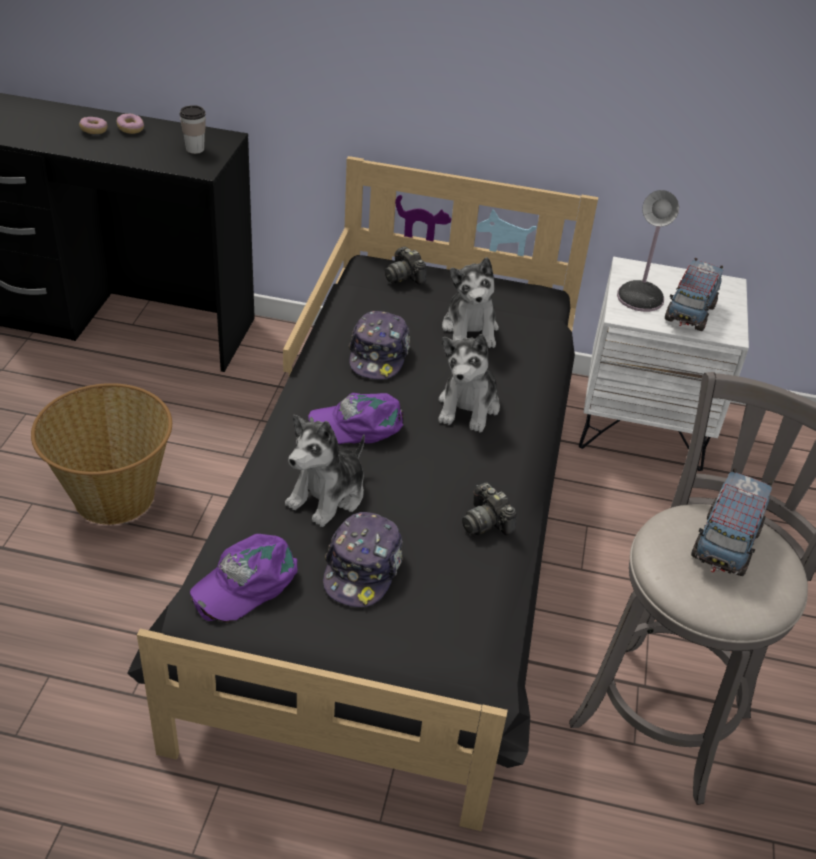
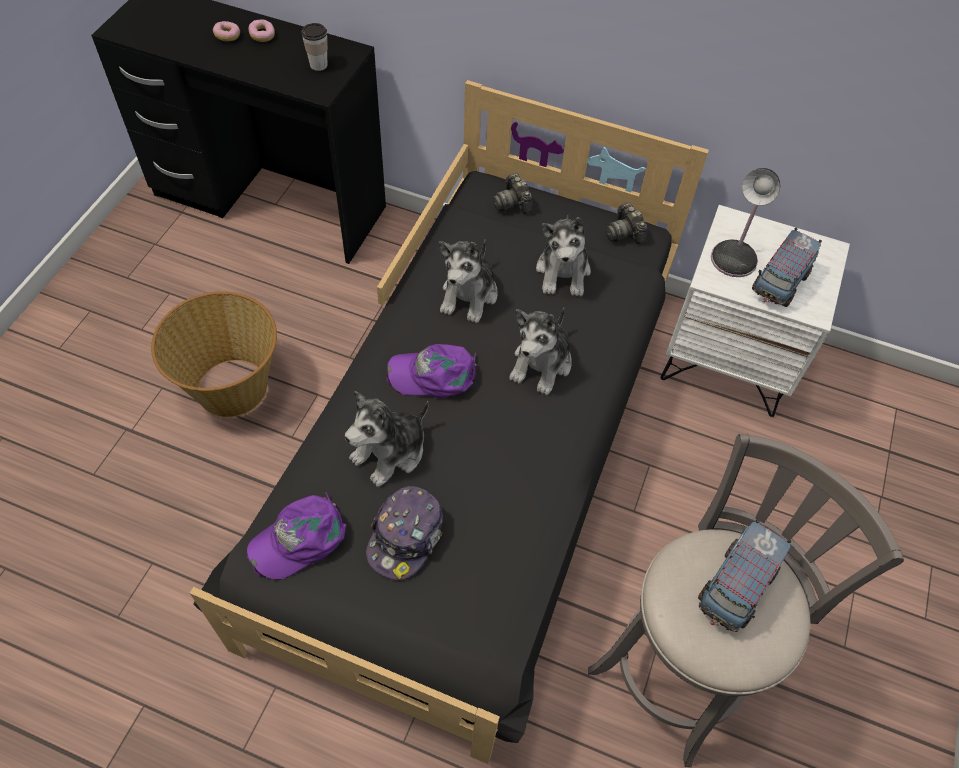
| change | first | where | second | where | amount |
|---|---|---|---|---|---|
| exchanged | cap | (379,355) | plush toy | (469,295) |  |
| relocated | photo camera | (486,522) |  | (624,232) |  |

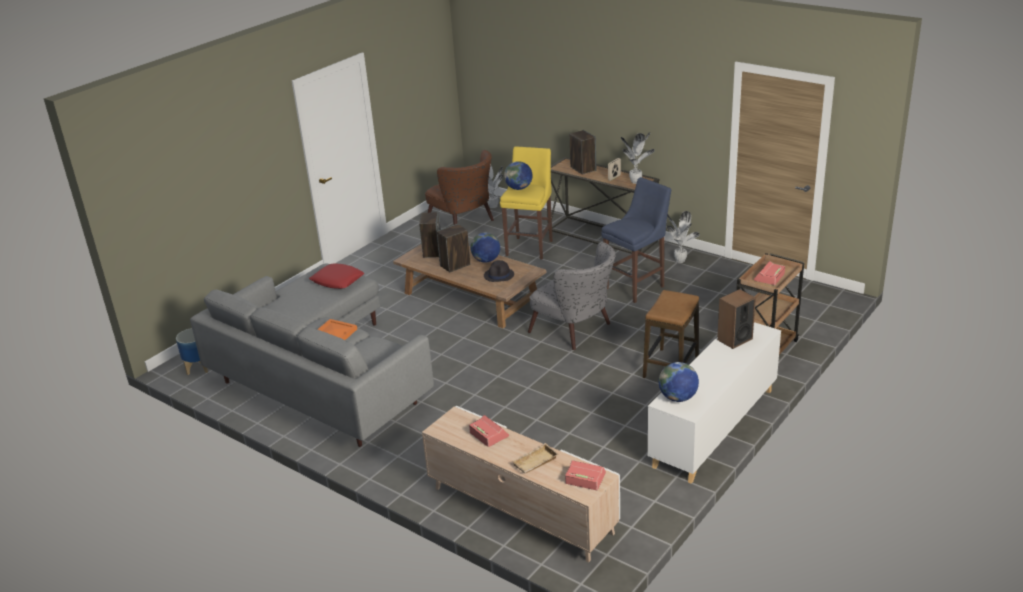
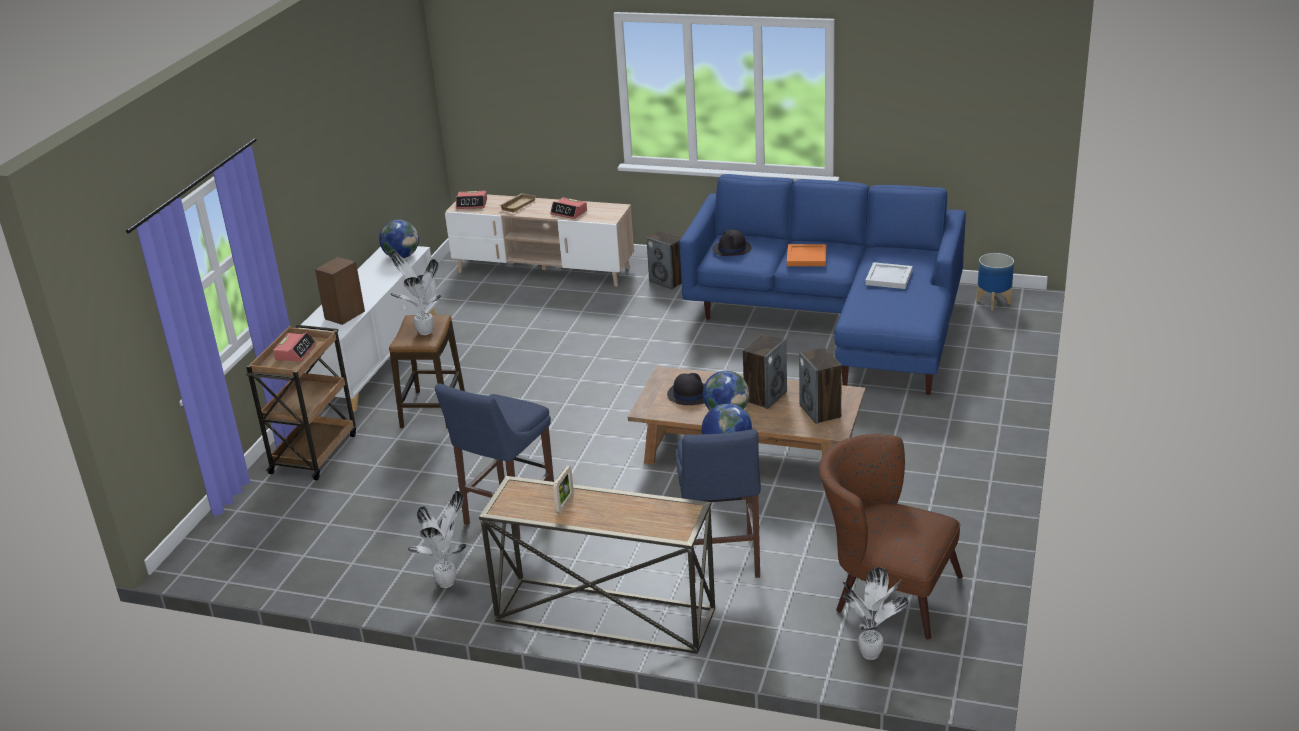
| change | first | where | second | where | amount |
|---|---|---|---|---|---|
| relocated | audio speaker | (583,169) |  | (668,281) |  |
| relocated | potted plant | (636,182) |  | (424,331) |  |
| colour | stool seat (yellow) | (530,247) | stool seat (blue) | (721,560) |  |
| missing | armchair (grey) | (576,331) |  |  |  |
| colour | couch (grey) | (322,378) | couch (blue) | (837,320) |  |
| missing | cushion (reddish) | (337,280) |  |  |  |
| appeared |  |  | clothing hat (blackish) | (732,249) |  |
| appeared |  |  | serving tray (white) | (889,278) |  |

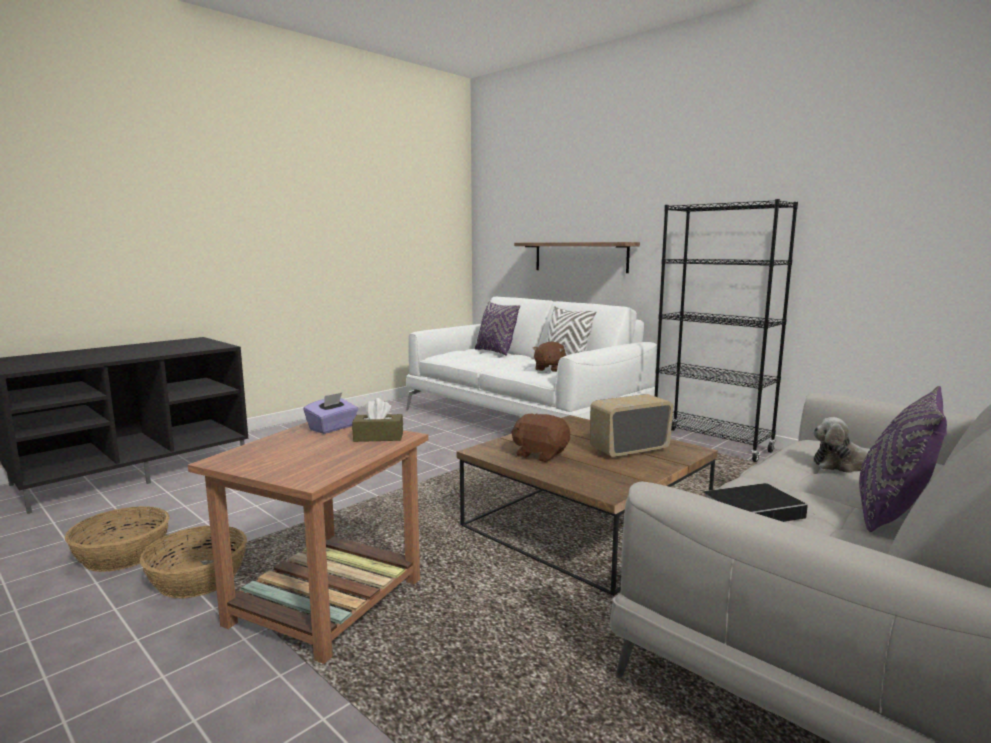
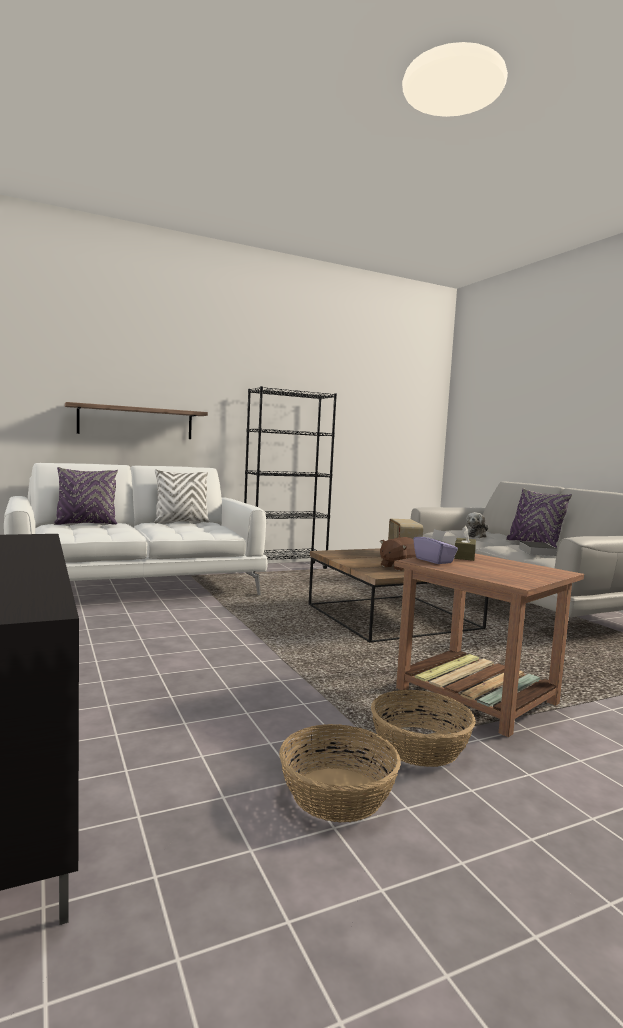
| change | first | where | second | where | amount |
|---|---|---|---|---|---|
| missing | plush toy (brown) | (549,369) |  |  |  |

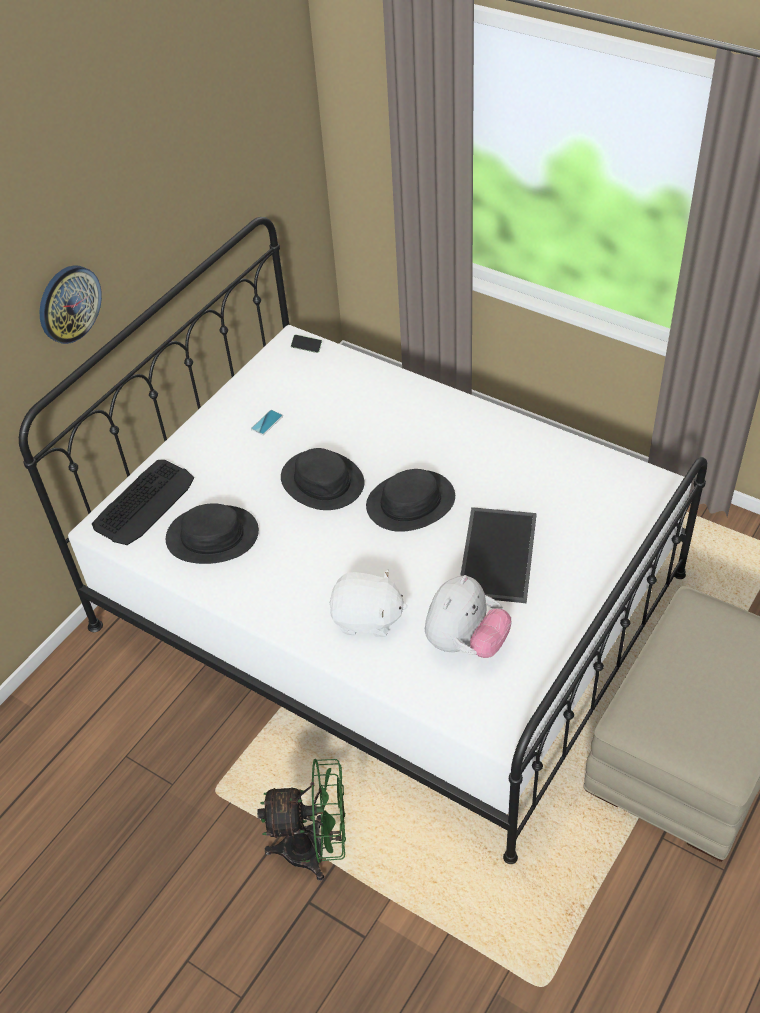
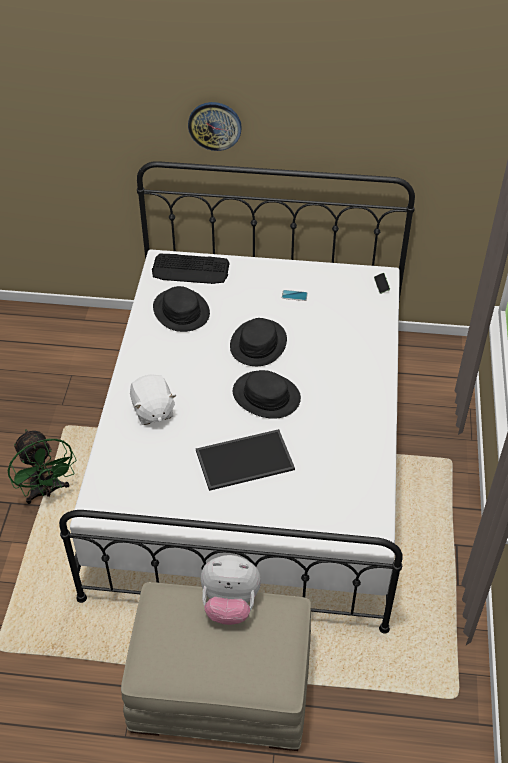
| change | first | where | second | where | amount |
|---|---|---|---|---|---|
| relocated | plush toy | (466,643) |  | (230,604) |  |

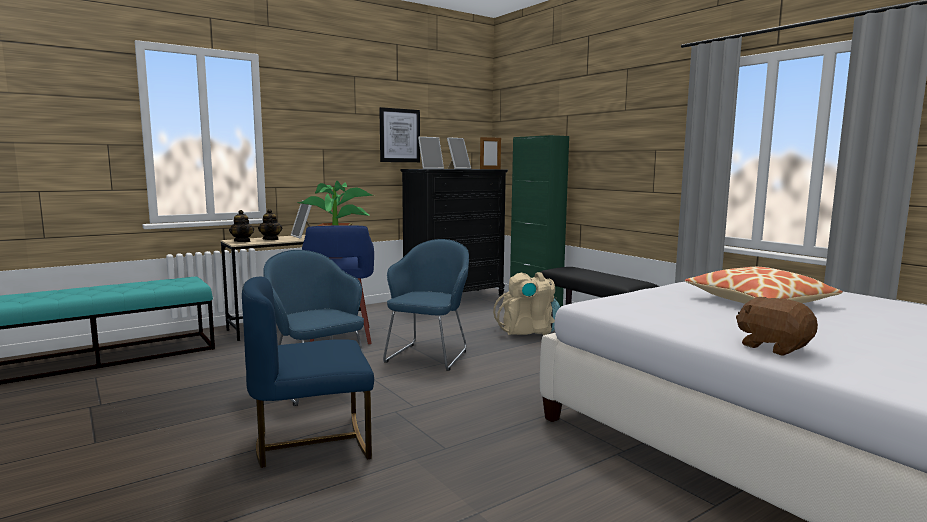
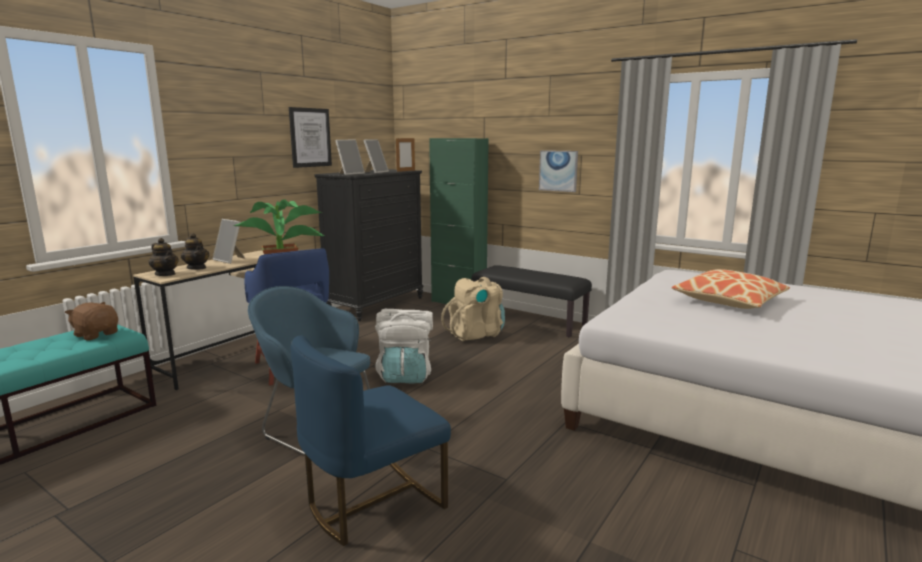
| change | first | where | second | where | amount |
|---|---|---|---|---|---|
| exchanged | armchair (blue) | (429,355) | knapsack (white) | (405,375) |  |
| relocated | plush toy (brown) | (773,347) |  | (96,334) |  |
| appeared |  |  | wall picture | (558,171) |  |

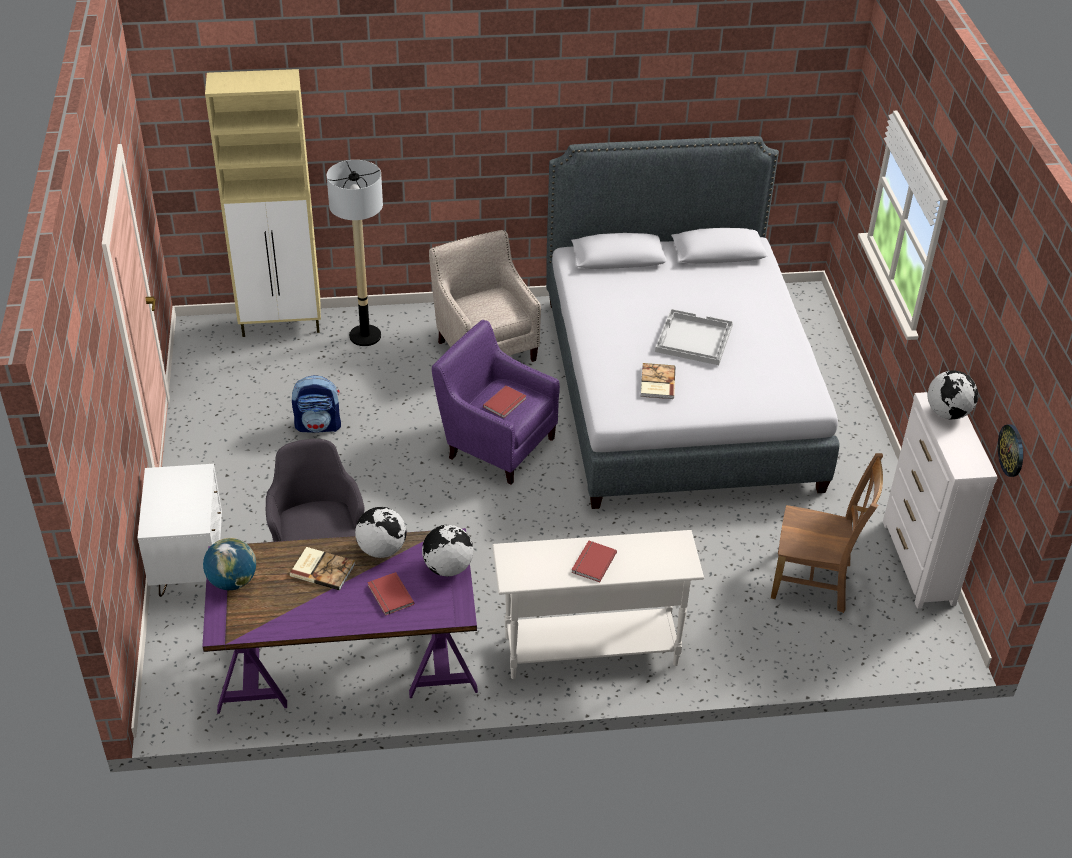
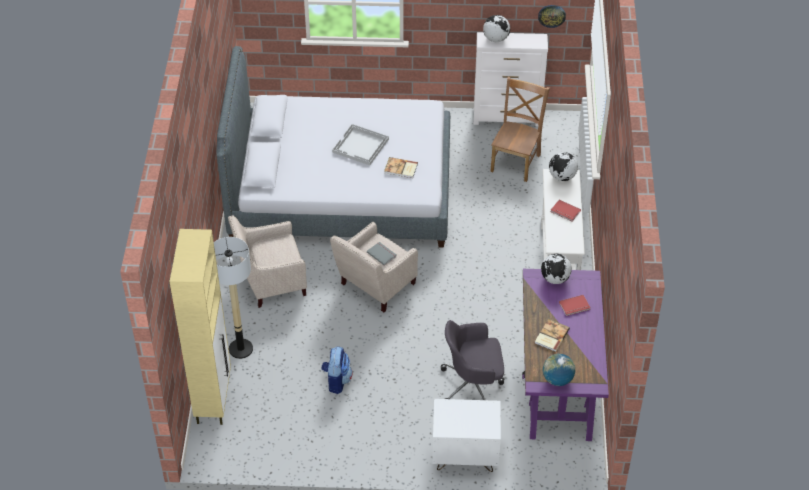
| change | first | where | second | where | amount |
|---|---|---|---|---|---|
| colour | armchair (purple-coloured) | (496,443) | armchair (beige-coloured) | (374,286) |  |
| colour | volume (reddish) | (506,403) | volume (grey) | (382,254) |  |
| relocated | world globe | (381,549) |  | (562,177) |  |

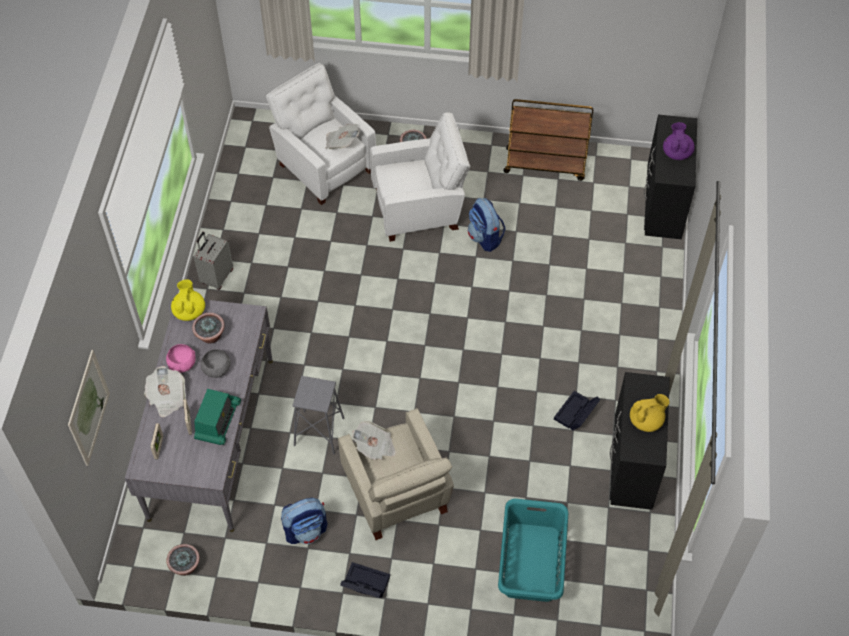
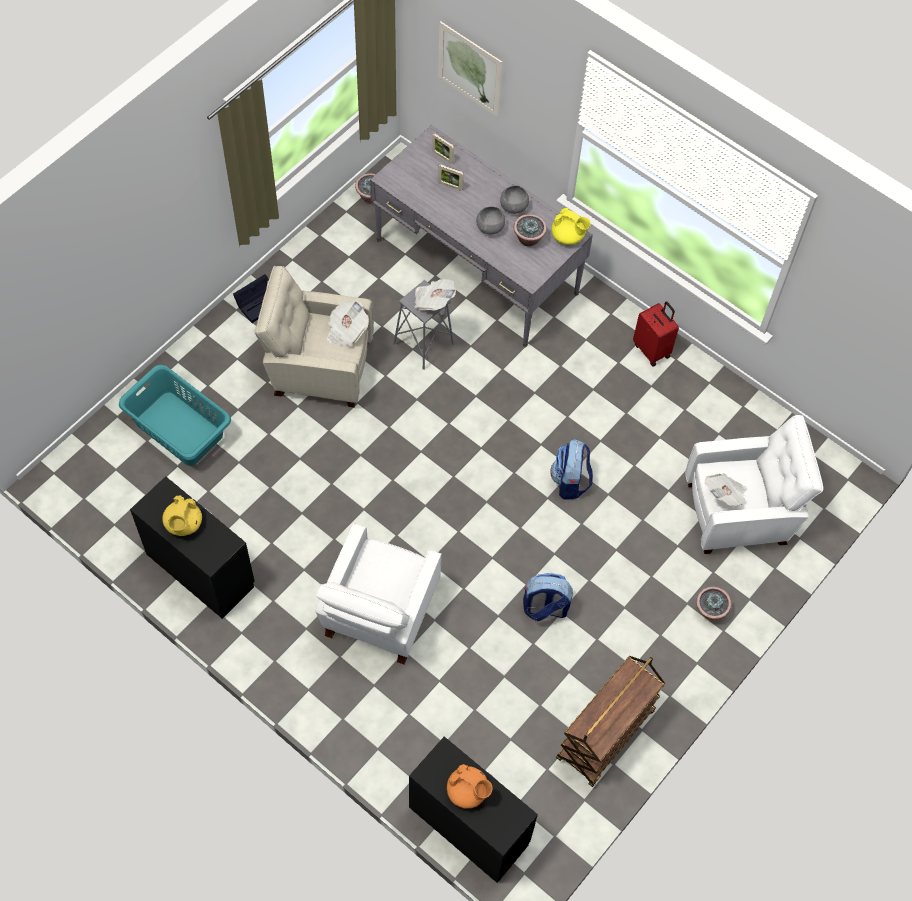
| change | first | where | second | where | amount |
|---|---|---|---|---|---|
| relocated | armchair (white) | (420,209) |  | (378,614) |  |
| colour | pot for tea (purple-coloured) | (677,152) | pot for tea (orange-coloured) | (468,791) |  |
| colour | piece of luggage (grey) | (216,277) | piece of luggage (reddish) | (652,350) |  |
| colour | bowl (pink-coloured) | (182,364) | bowl (grey) | (514,207) |  |
| relocated | daily paper | (167,398) |  | (433,300) |  |
| missing | radio set | (217,421) |  |  |  |
| missing | storage container (blackish) | (575,414) |  |  |  |
| relocated | knapsack | (306,530) |  | (570,481) |  |

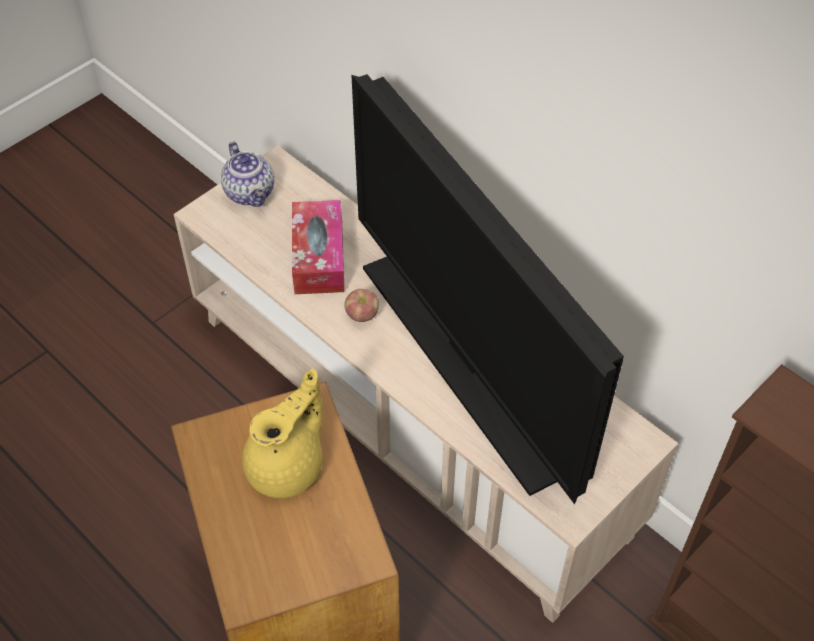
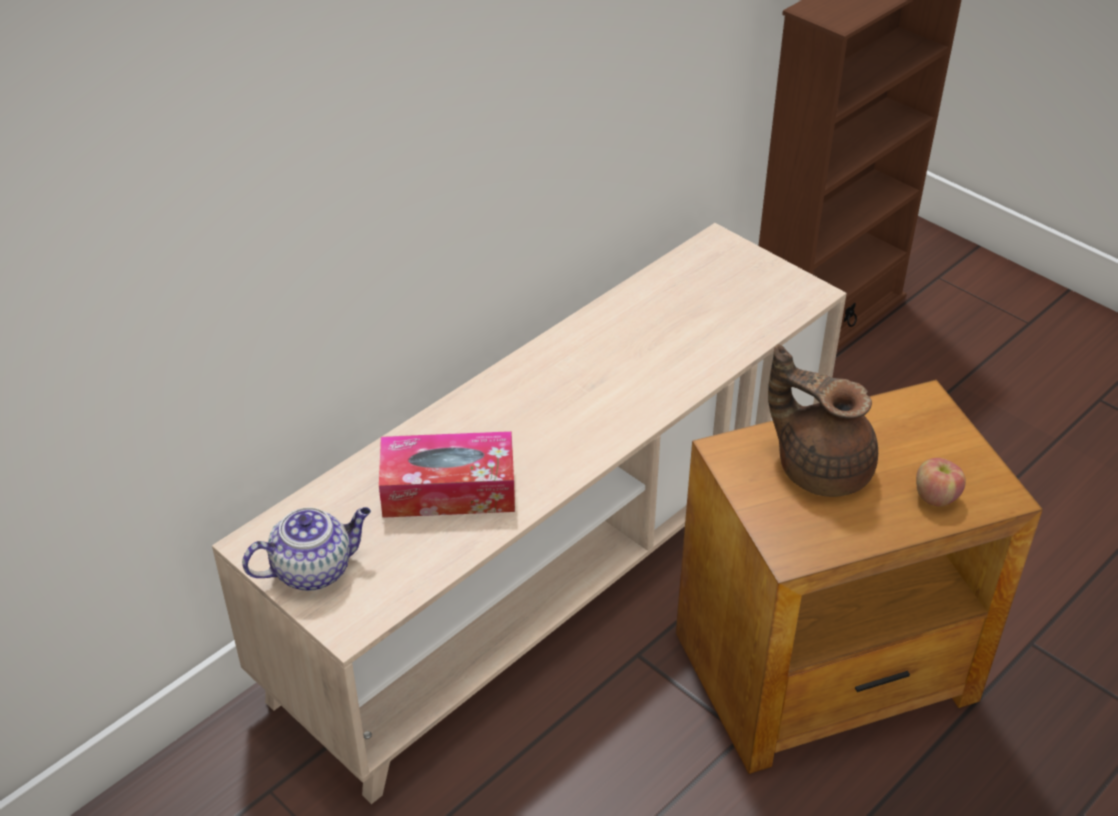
| change | first | where | second | where | amount |
|---|---|---|---|---|---|
| missing | TV set | (466,364) |  |  |  |
| relocated | apple fruit | (362,315) |  | (935,497) |  |
| colour | pot for tea (yellow) | (288,466) | pot for tea (brown) | (820,467) |  |

